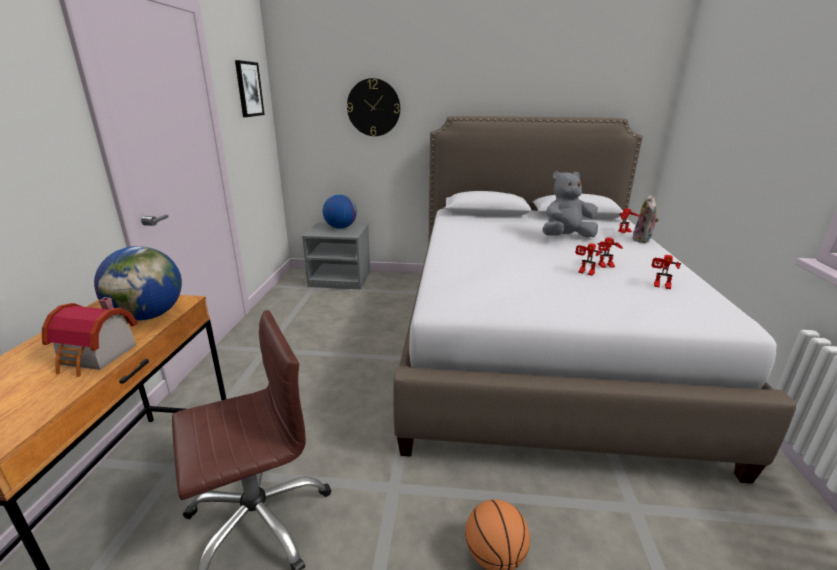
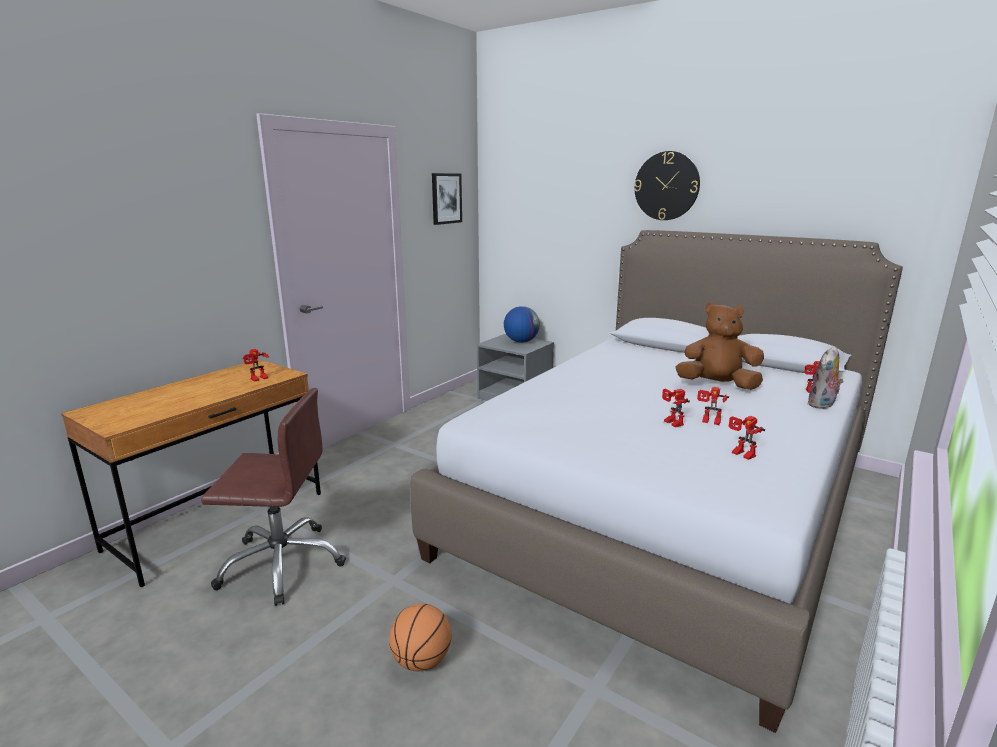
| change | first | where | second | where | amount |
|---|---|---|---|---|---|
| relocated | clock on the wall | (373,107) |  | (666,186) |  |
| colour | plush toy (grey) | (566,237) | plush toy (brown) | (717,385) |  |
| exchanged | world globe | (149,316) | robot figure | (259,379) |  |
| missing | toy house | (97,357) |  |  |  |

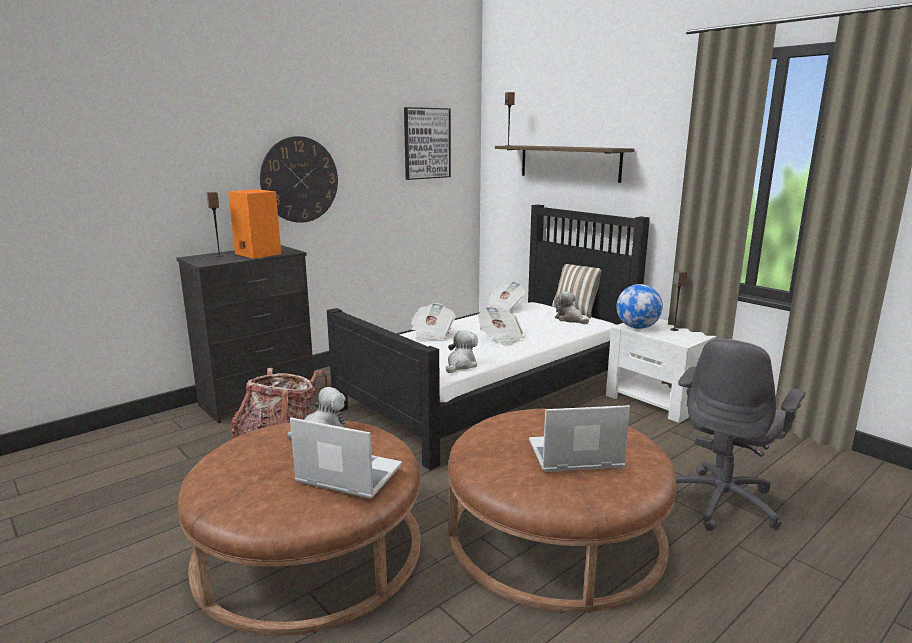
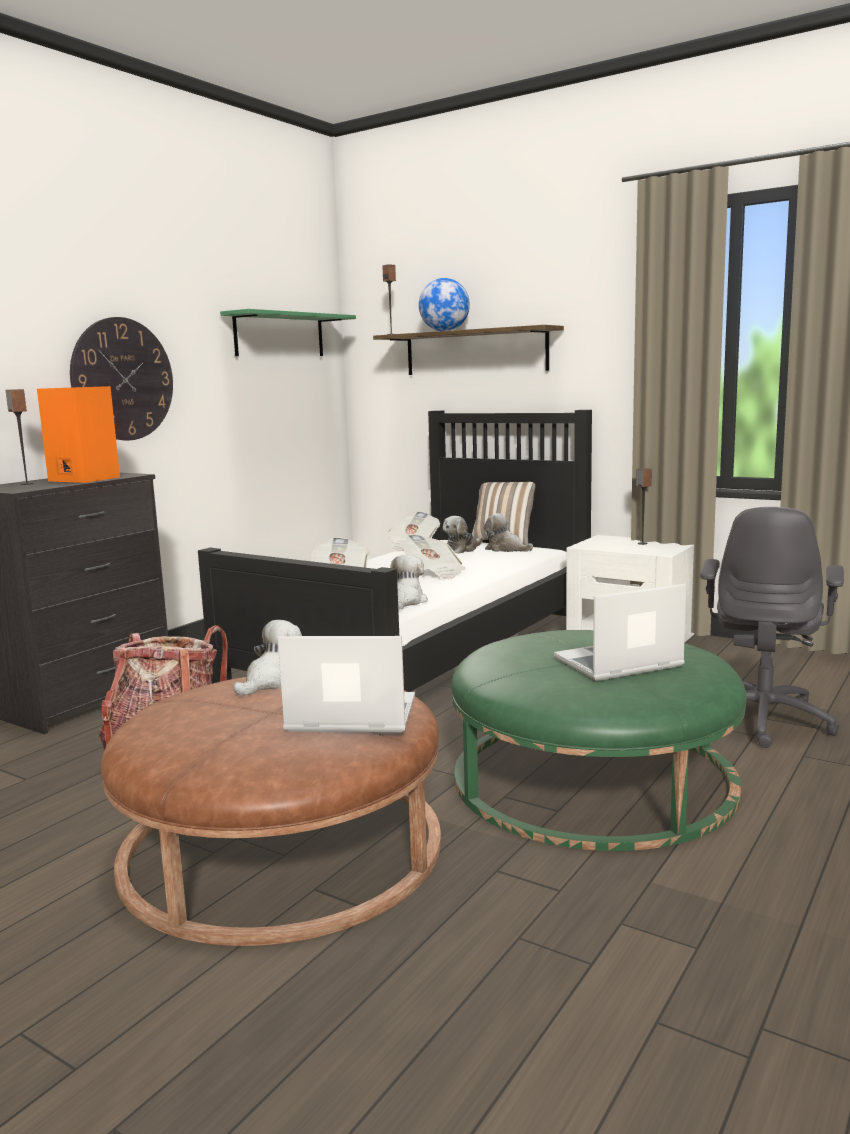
| change | first | where | second | where | amount |
|---|---|---|---|---|---|
| exchanged | wall picture | (426,143) | shelf (green-coloured) | (279,335) |  |
| relocated | world globe | (637,327) |  | (444,331) |  |
| colour | pouffe (brown) | (555,532) | pouffe (green-coloured) | (593,777) |  |
| appeared |  |  | plush toy | (462,549) |  |

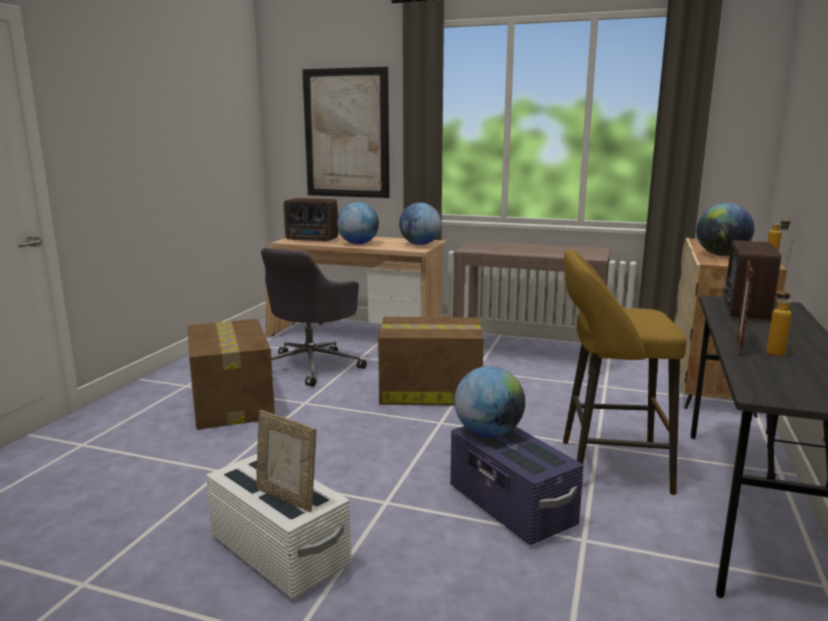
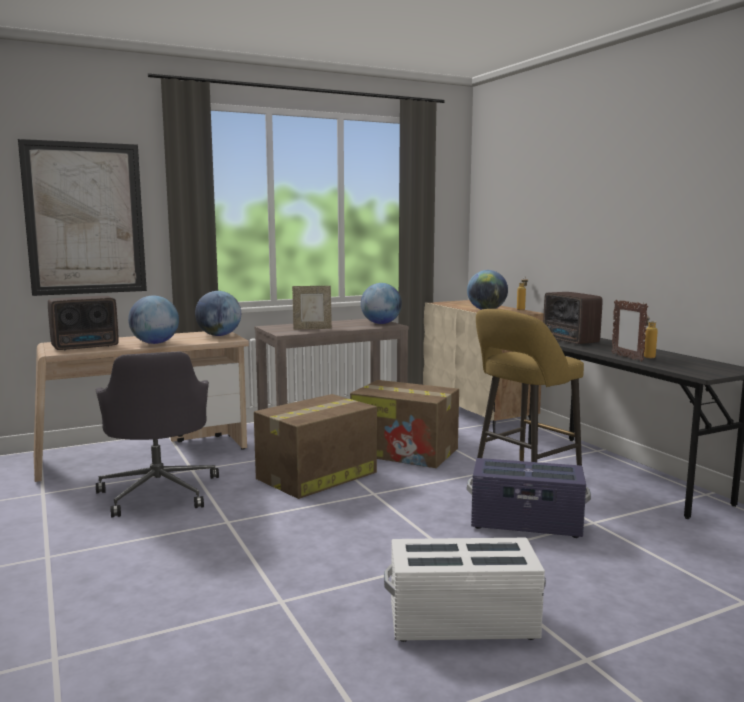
| change | first | where | second | where | amount |
|---|---|---|---|---|---|
| relocated | cardboard box | (232,404) |  | (406,452) |  |
| relocated | world globe | (488,433) |  | (381,323) |  |
| relocated | picture frame | (287,497) |  | (312,328) |  |

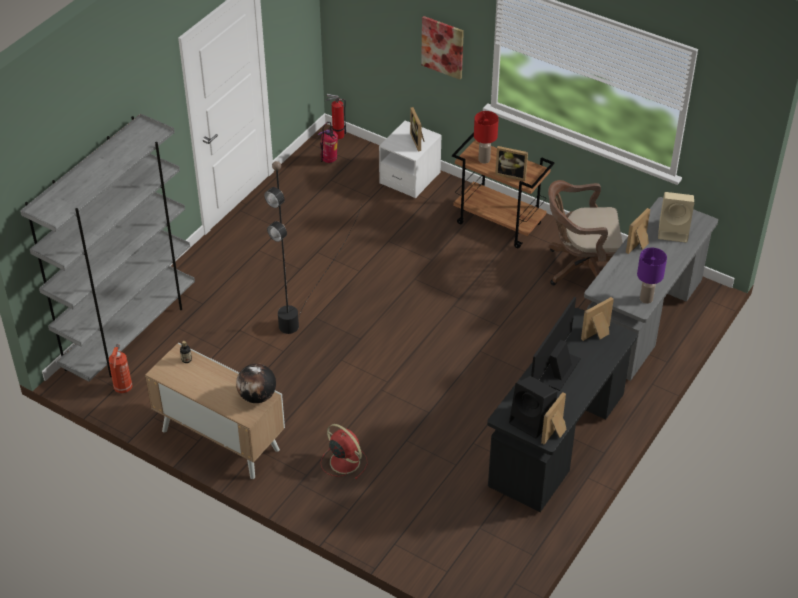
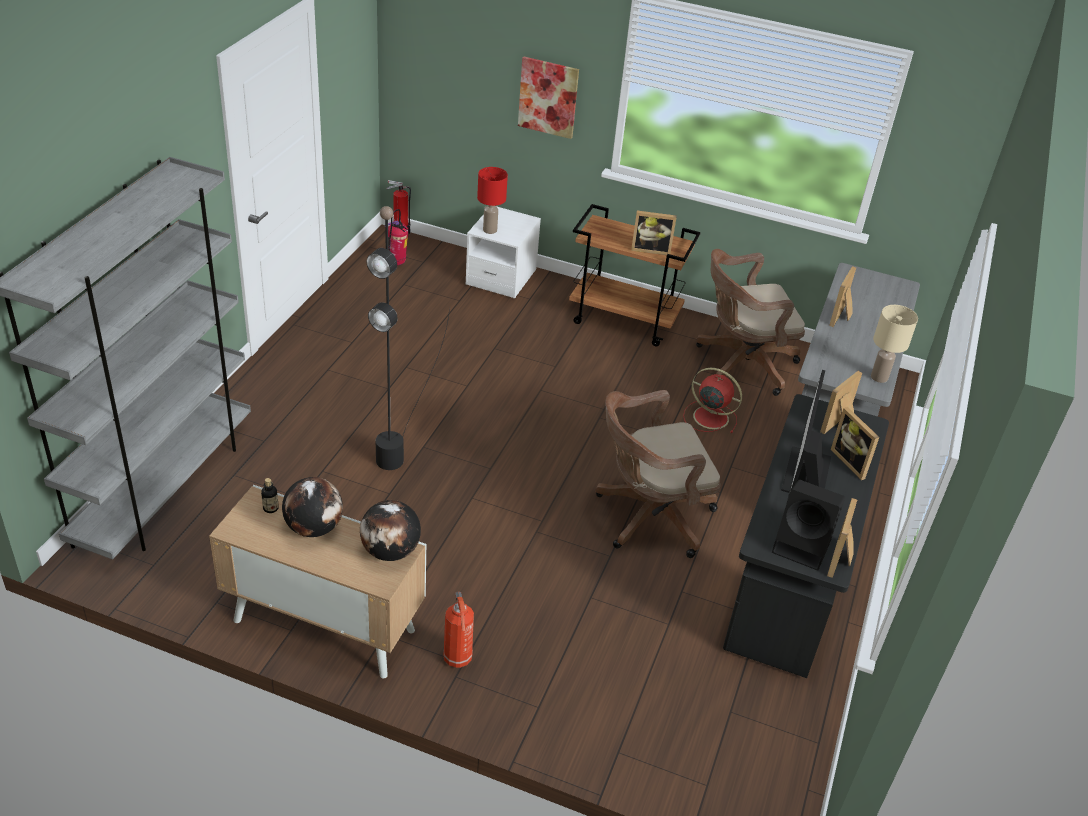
| change | first | where | second | where | amount |
|---|---|---|---|---|---|
| relocated | picture frame | (419,141) |  | (852,462) |  |
| relocated | table lamp (reddish) | (484,160) |  | (489,230) |  |
| missing | audio speaker (beige-coloured) | (674,231) |  |  |  |
| colour | table lamp (purple-coloured) | (646,298) | table lamp (beige-coloured) | (878,377) |  |
| relocated | fire-fighting cylinder | (123,388) |  | (458,659) |  |
| relocated | cooling fan (reddish) | (343,461) |  | (709,417) |  |
| appeared |  |  | computer chair (brown) | (648,517) |  |
| appeared |  |  | world globe | (314,528) |  |

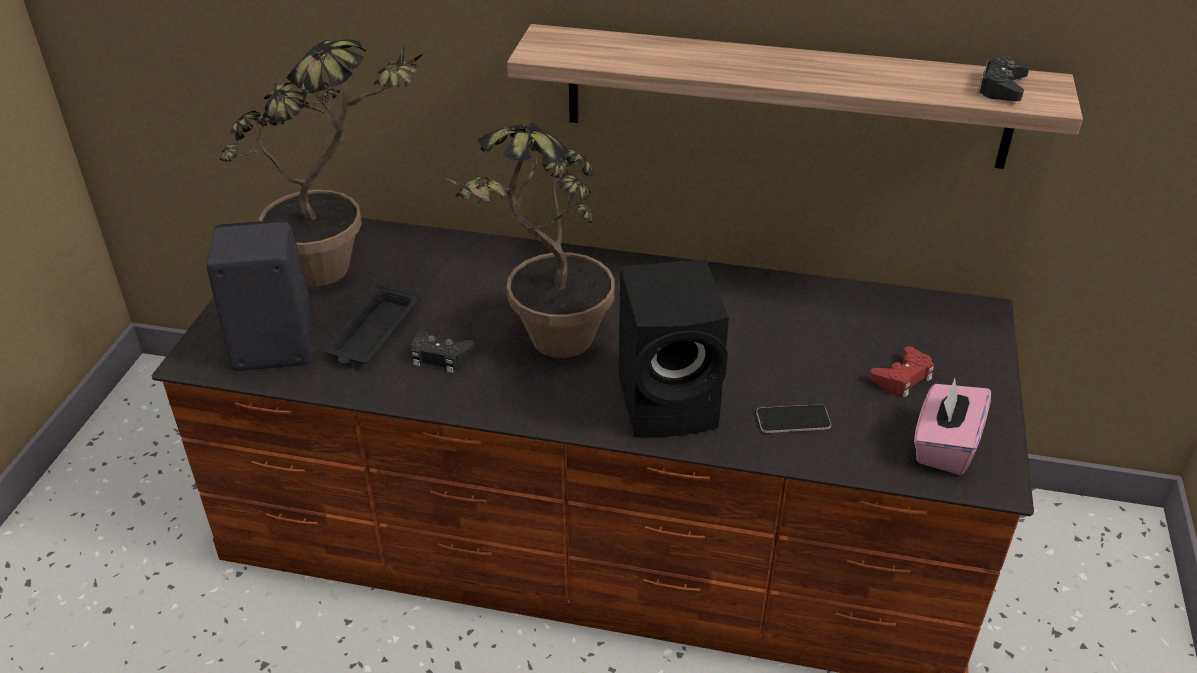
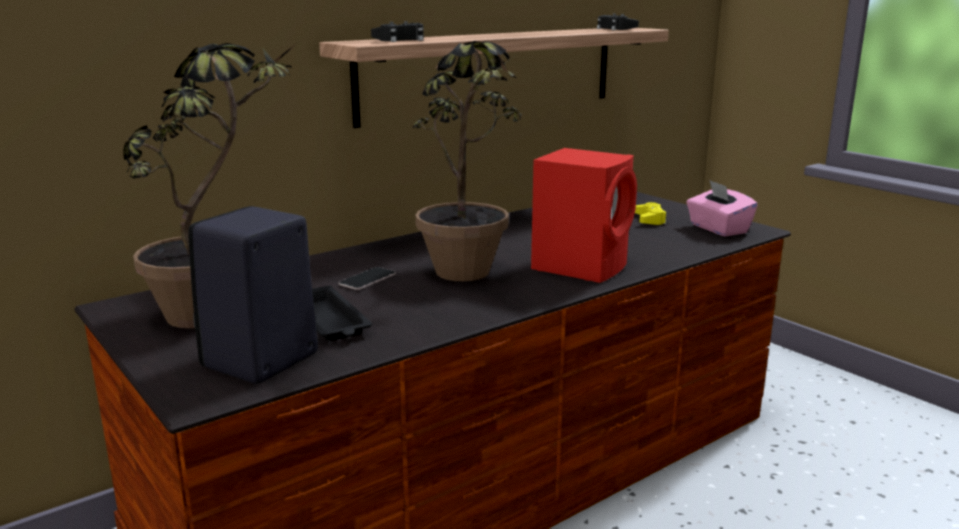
| change | first | where | second | where | amount |
|---|---|---|---|---|---|
| colour | audio speaker (blackish) | (671,402) | audio speaker (reddish) | (582,266) |  |
| relocated | game controller (blackish) | (440,357) |  | (400,40) |  |
| colour | game controller (reddish) | (902,377) | game controller (yellow) | (649,219) |  |
| relocated | phone | (793,420) |  | (367,279) |  |

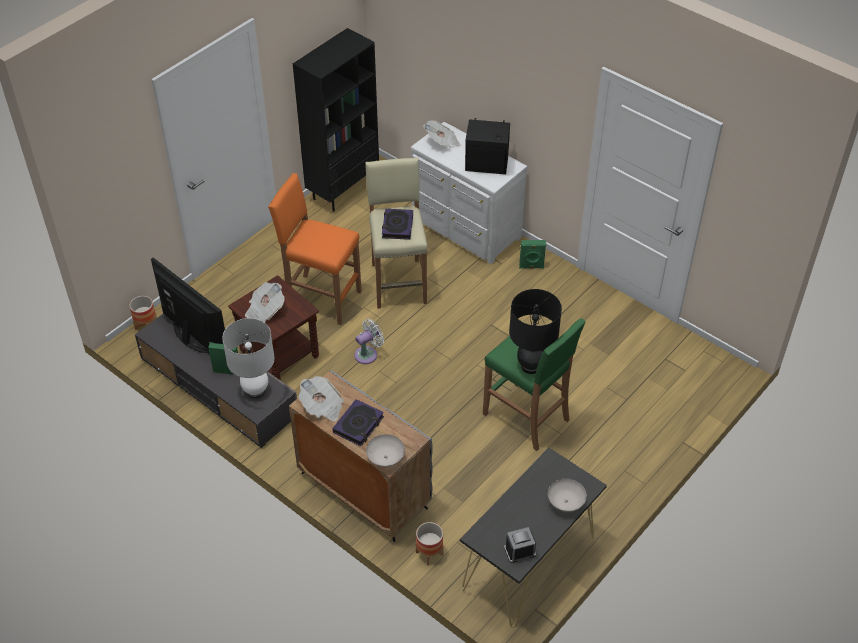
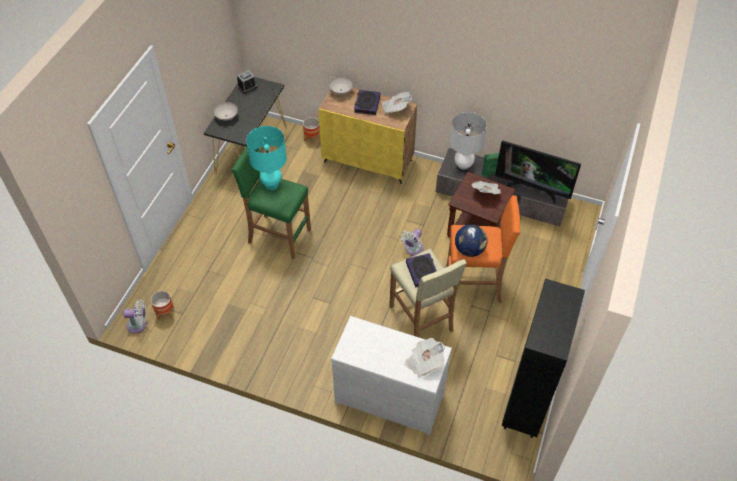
| change | first | where | second | where | amount |
|---|---|---|---|---|---|
| missing | audio speaker (blackish) | (487,166) |  |  |  |
| missing | audio speaker (green-coloured) | (531,267) |  |  |  |
| colour | table lamp (blackish) | (530,366) | table lamp (blue-green) | (272,184) |  |
| relocated | plant pot | (146,325) |  | (165,313) |  |
| colour | cupboard (grey) | (363,490) | cupboard (yellow) | (368,161) |  |
| appeared |  |  | world globe | (469,250) |  |
| appeared |  |  | cooling fan (white) | (138,325) |  |

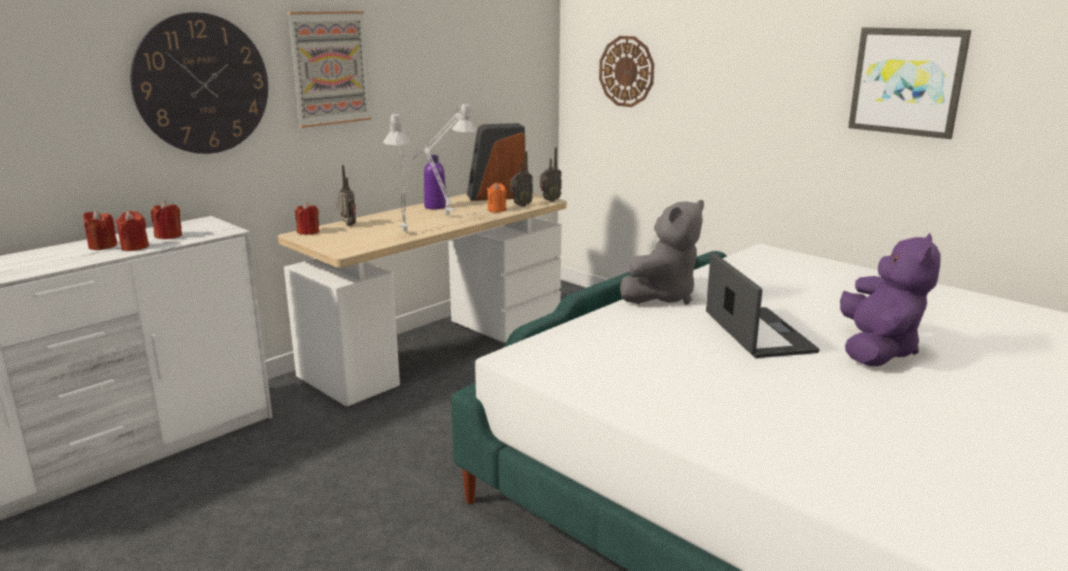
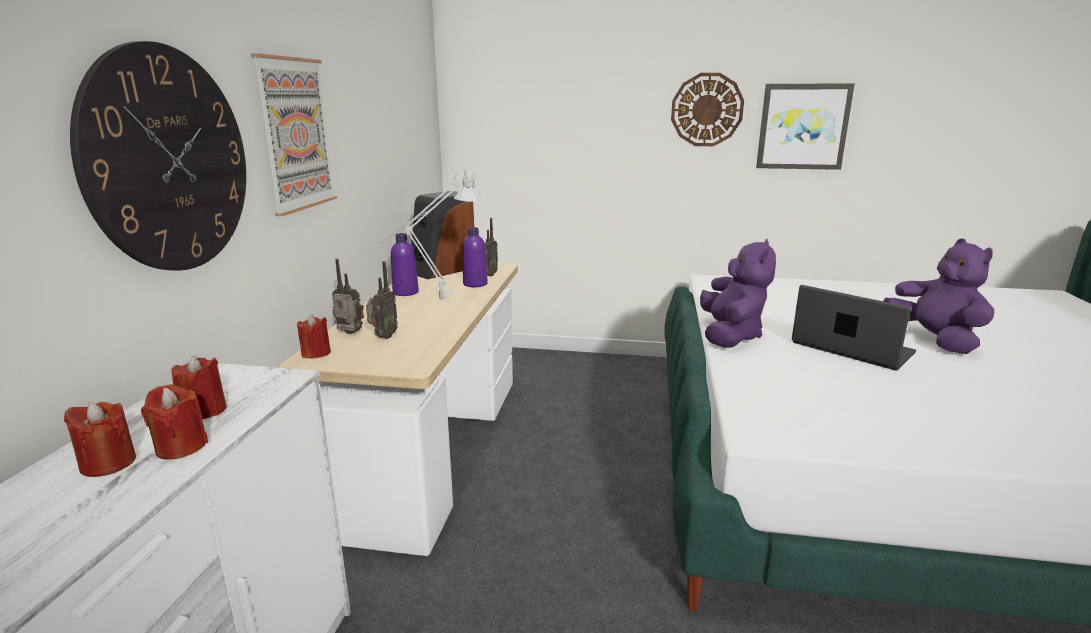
| change | first | where | second | where | amount |
|---|---|---|---|---|---|
| relocated | clock on the wall | (626,71) |  | (707,110) |  |
| missing | table lamp (grey) | (405,231) |  |  |  |
| relocated | radio set | (549,200) |  | (383,337) |  |
| exchanged | wax light (orange-coloured) | (497,210) | beverage bottle (purple-coloured) | (475,284) |  |
| colour | plush toy (grey) | (662,297) | plush toy (purple-coloured) | (730,336) |  |

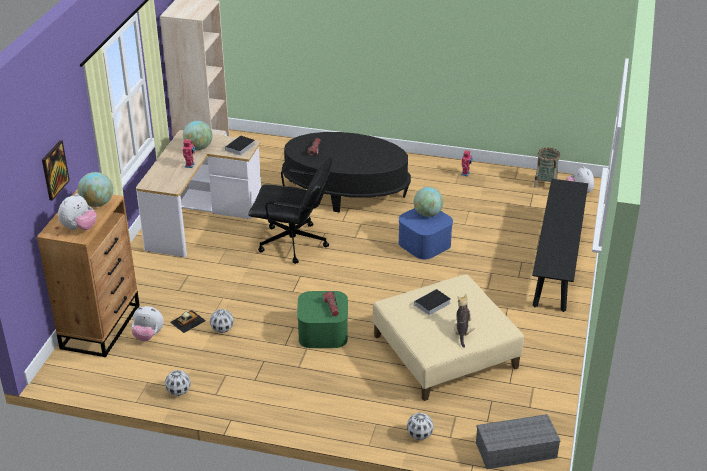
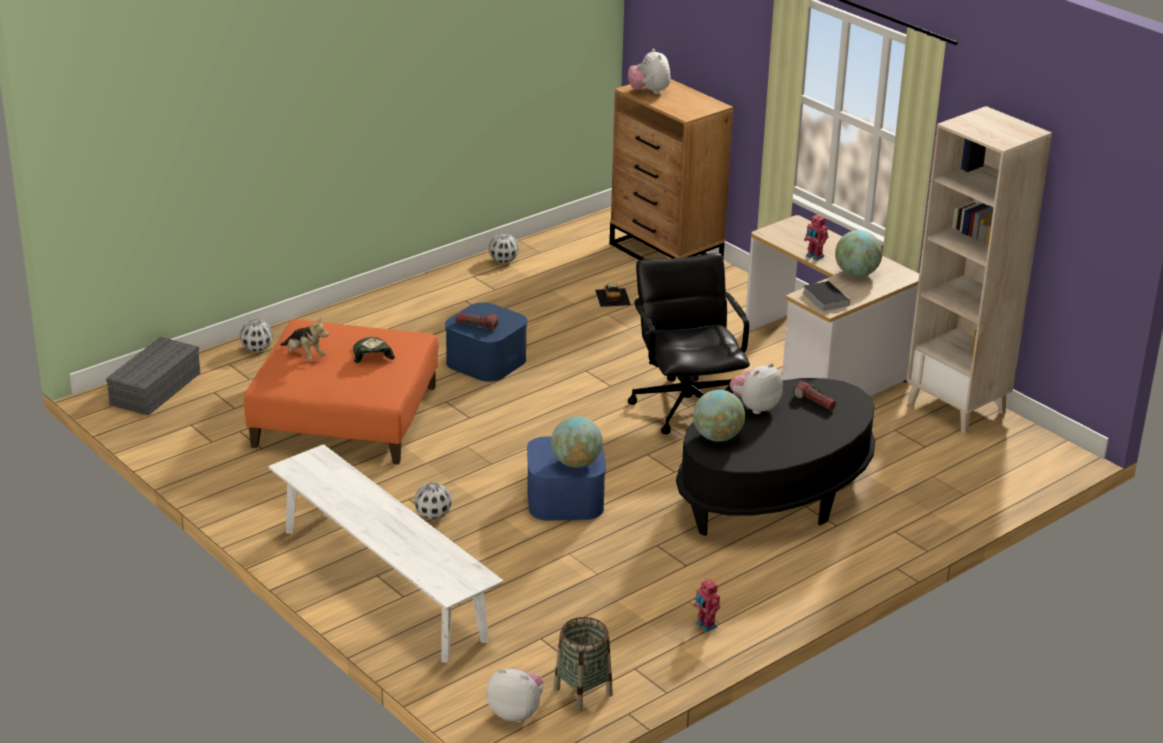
| change | first | where | second | where | amount |
|---|---|---|---|---|---|
| missing | wall picture | (54,170) |  |  |  |
| spun | computer chair (blackish) | (294,244) |  | (686,406) | 120 degrees clockwise |
| relocated | world globe | (97,204) |  | (717,437) |  |
| colour | indoor bench (blackish) | (557,261) | indoor bench (white) | (383,584) |  |
| colour | pouffe (beige-coloured) | (444,351) | pouffe (orange-coloured) | (346,416) |  |
| exchanged | volume | (431,304) | cap | (372,354) |  |
| colour | storage container (green-coloured) | (323,332) | storage container (blue) | (486,361) |  |
| relocated | plush toy | (148,336) |  | (755,407) |  |
| relocated | football ball | (222,330) |  | (433,516) |  |

